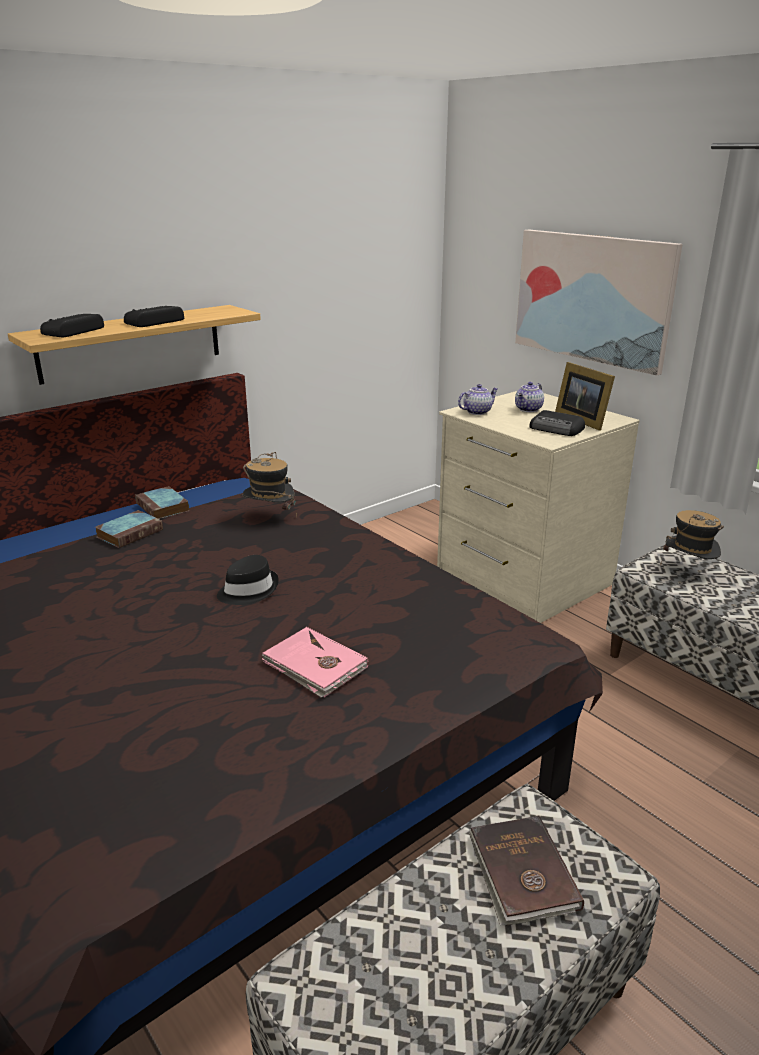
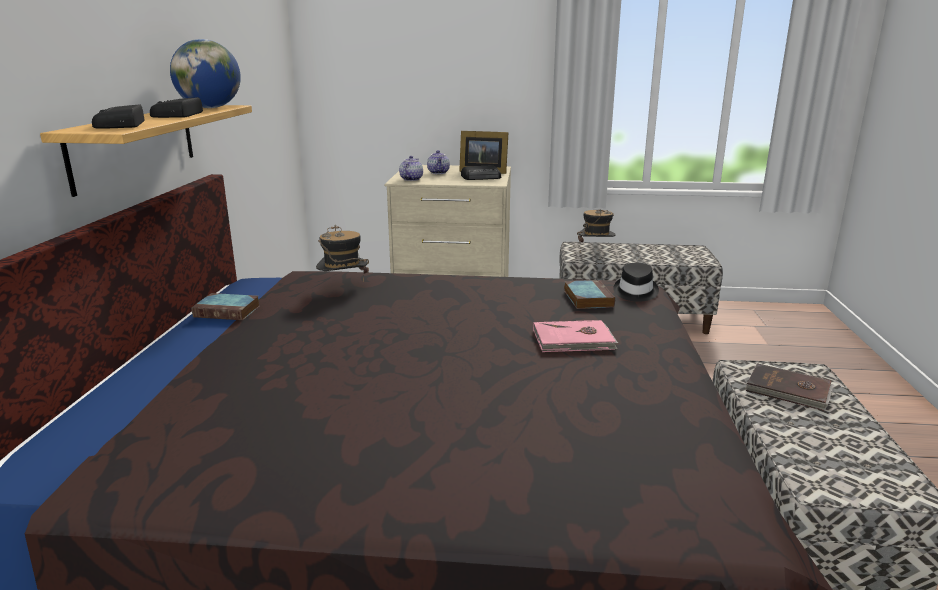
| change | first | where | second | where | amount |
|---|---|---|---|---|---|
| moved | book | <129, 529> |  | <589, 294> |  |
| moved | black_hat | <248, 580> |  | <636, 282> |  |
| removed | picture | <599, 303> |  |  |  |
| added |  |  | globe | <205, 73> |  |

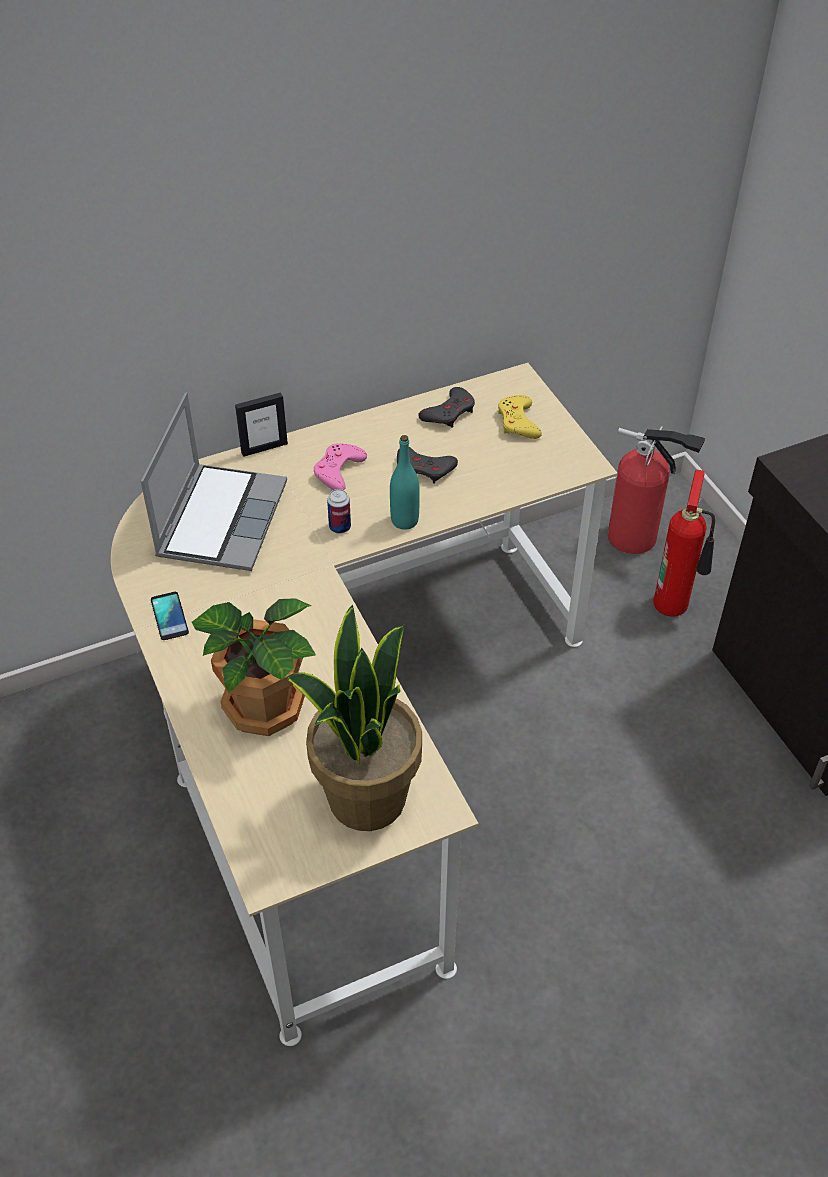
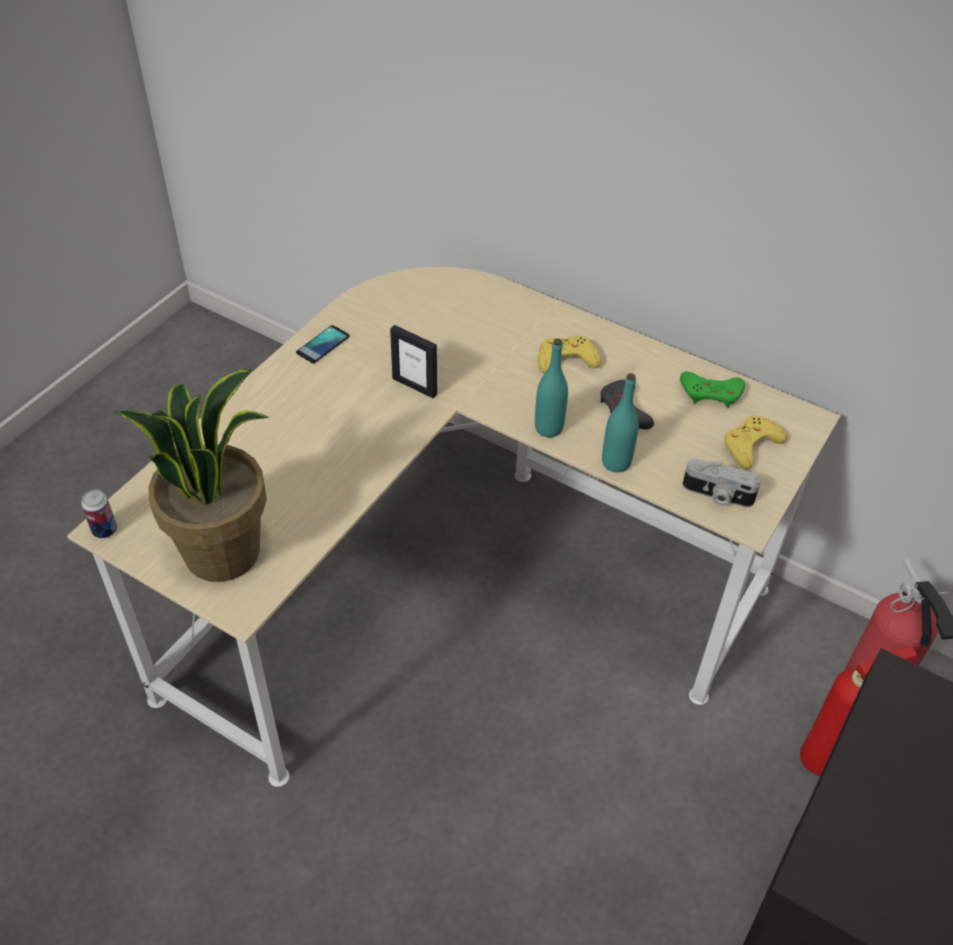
| change | first | where | second | where | amount |
|---|---|---|---|---|---|
| removed | laptop | <214, 481> |  |  |  |
| removed | potted_plant | <254, 667> |  |  |  |
| moved | picture_frame | <261, 424> |  | <413, 361> |  |
| recoloured | pink_game_controller | <340, 466> | yellow_game_controller | <569, 354> |  |
| moved | can | <339, 511> |  | <99, 514> |  |
| recoloured | grey_game_controller | <446, 407> | green_game_controller | <712, 390> |  |
| added |  |  | turquoise_bottle | <620, 423> |  |
| added |  |  | photo_camera | <722, 483> |  |

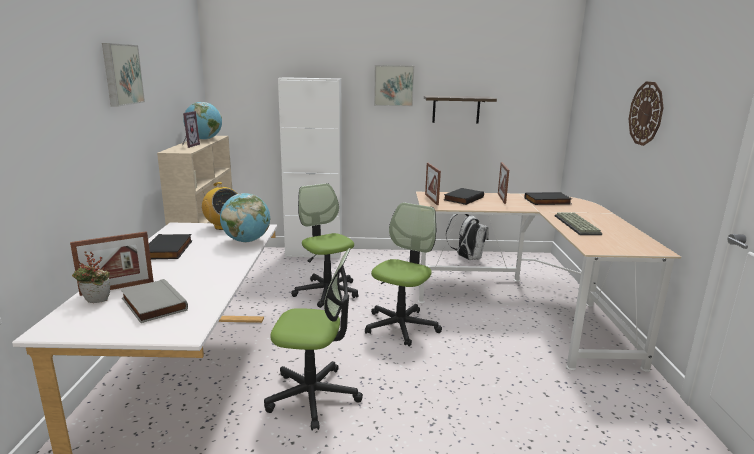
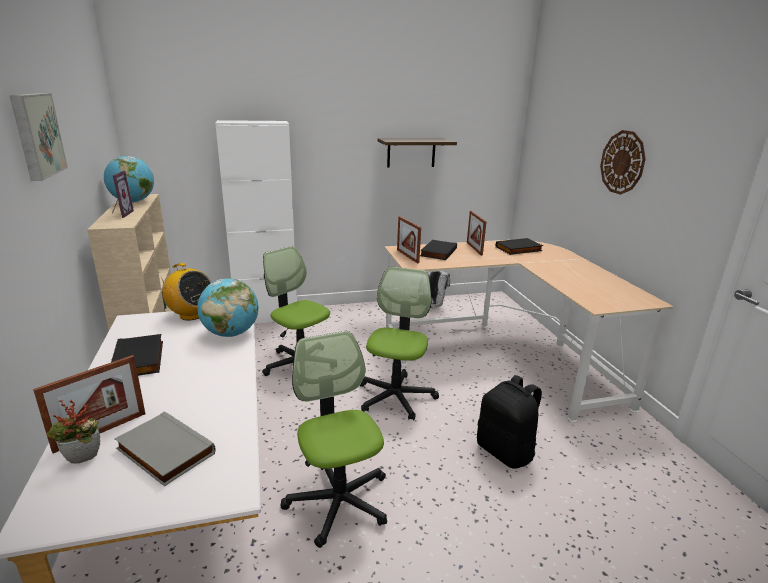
| change | first | where | second | where | amount |
|---|---|---|---|---|---|
| turned | office_chair | <313, 339> |  | <334, 439> | 105 degrees counterclockwise |
| removed | picture | <394, 85> |  |  |  |
| removed | keyboard | <578, 224> |  |  |  |
| added |  |  | black_backpack | <509, 422> |  |

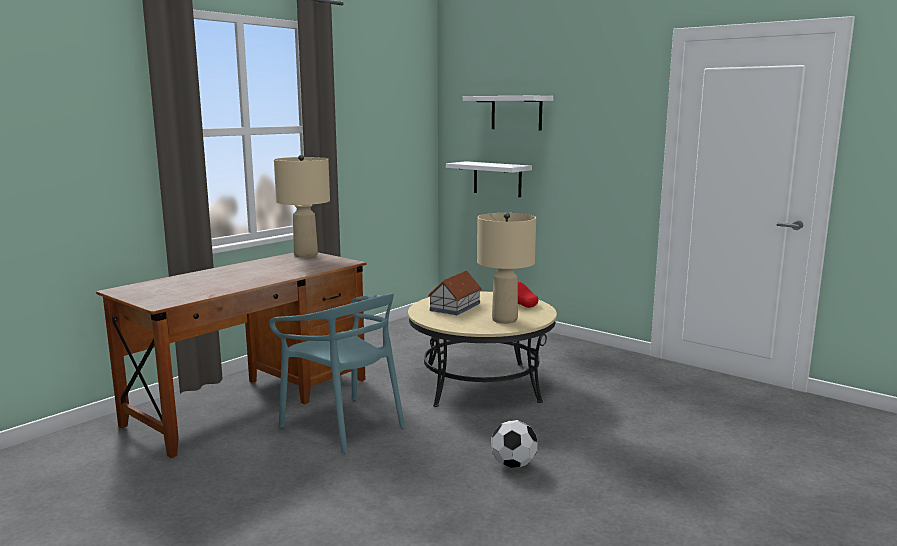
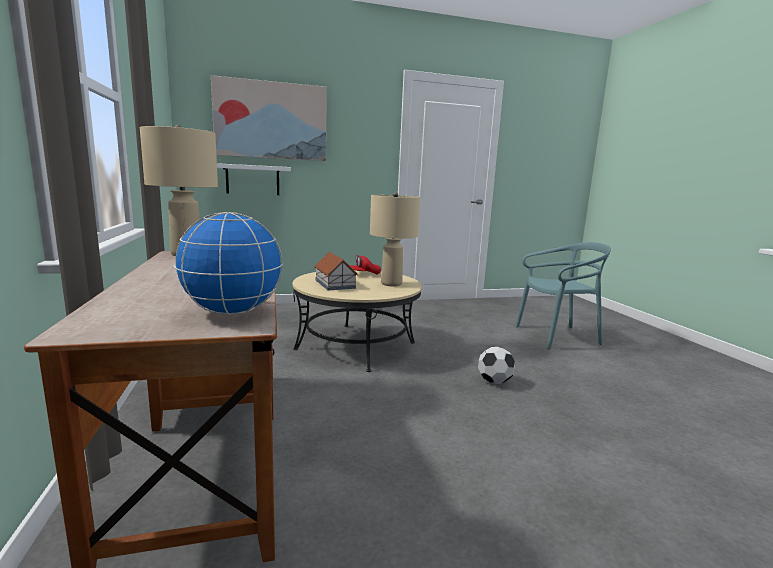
| change | first | where | second | where | amount |
|---|---|---|---|---|---|
| moved | turquoise_chair | <337, 373> |  | <563, 295> |  |
| replaced | white_shelf | <508, 113> | picture | <269, 118> |  |
| added |  |  | globe | <228, 263> |  |

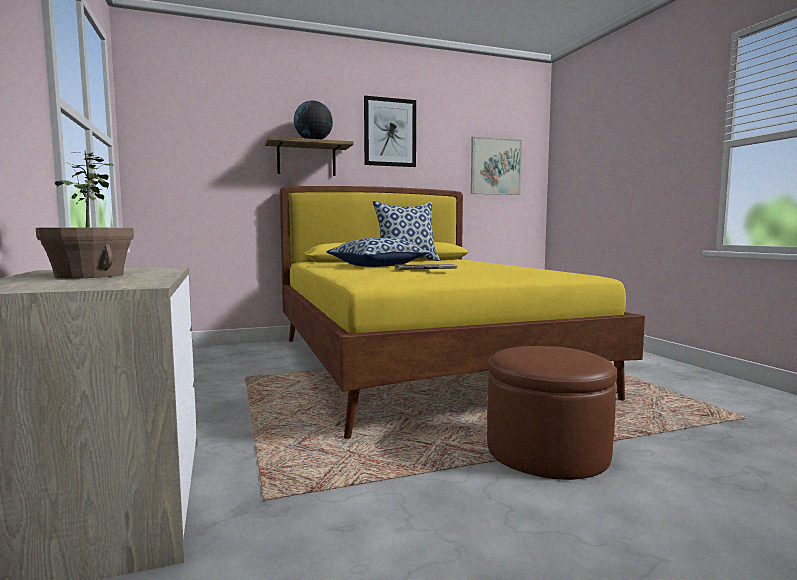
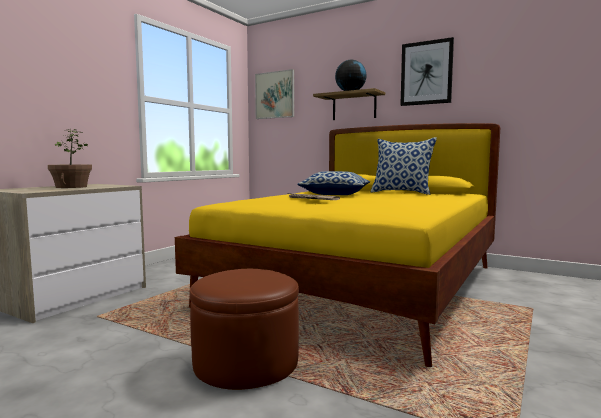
| change | first | where | second | where | amount |
|---|---|---|---|---|---|
| moved | picture | <496, 166> |  | <274, 94> |  |

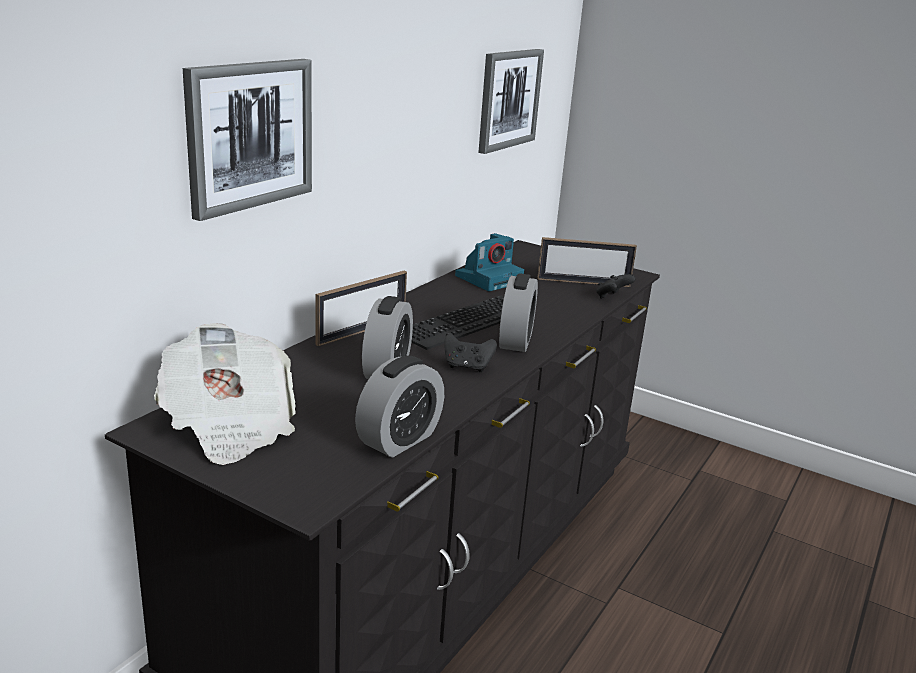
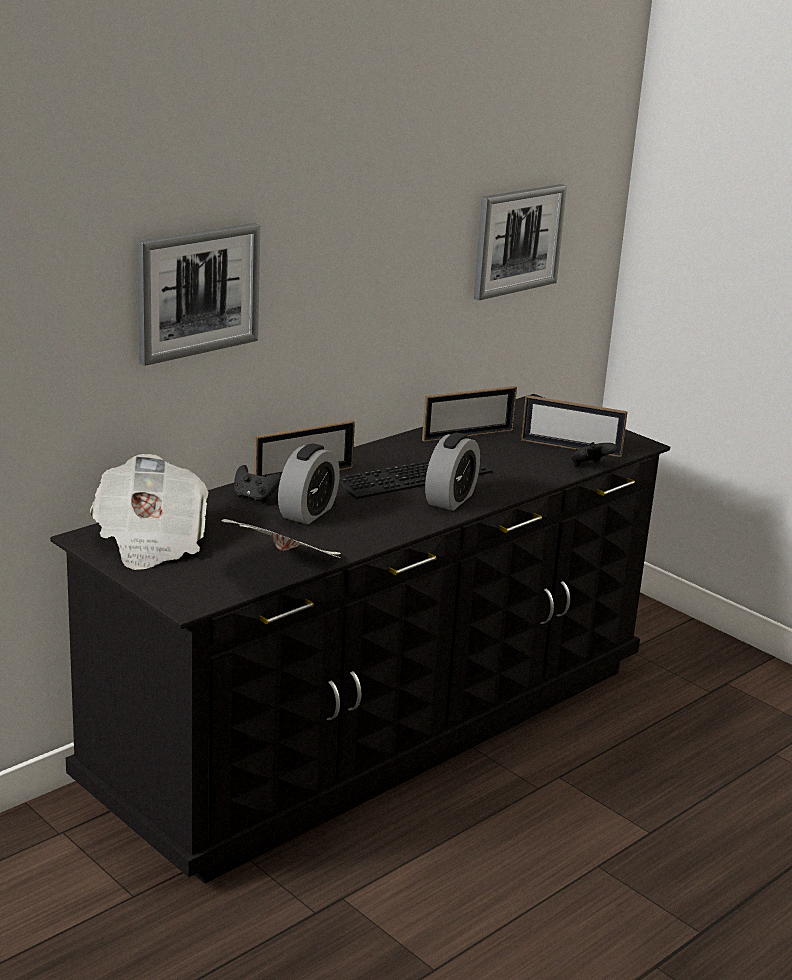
| change | first | where | second | where | amount |
|---|---|---|---|---|---|
| replaced | alarm_clock | <399, 407> | newspaper | <281, 538> |  |
| moved | black_game_controller | <470, 352> |  | <257, 484> |  |
| replaced | photo_camera | <489, 262> | picture_frame | <469, 414> |  |

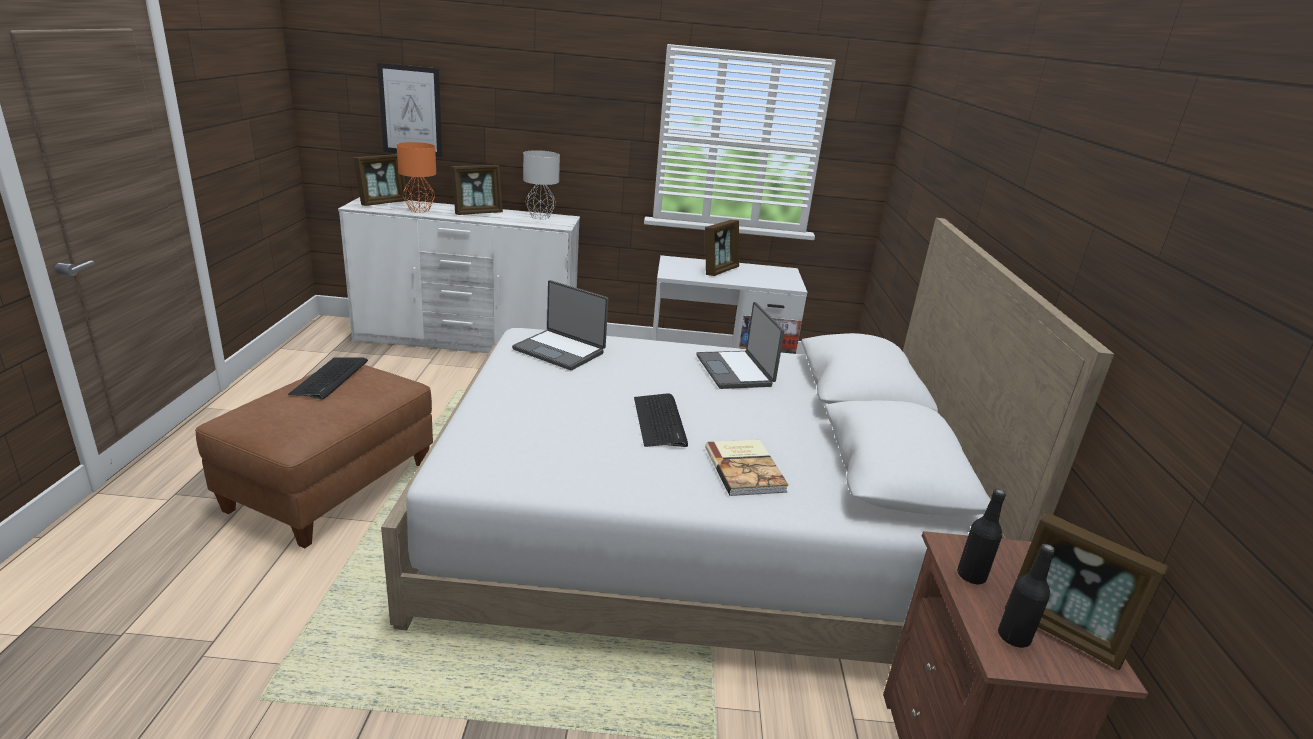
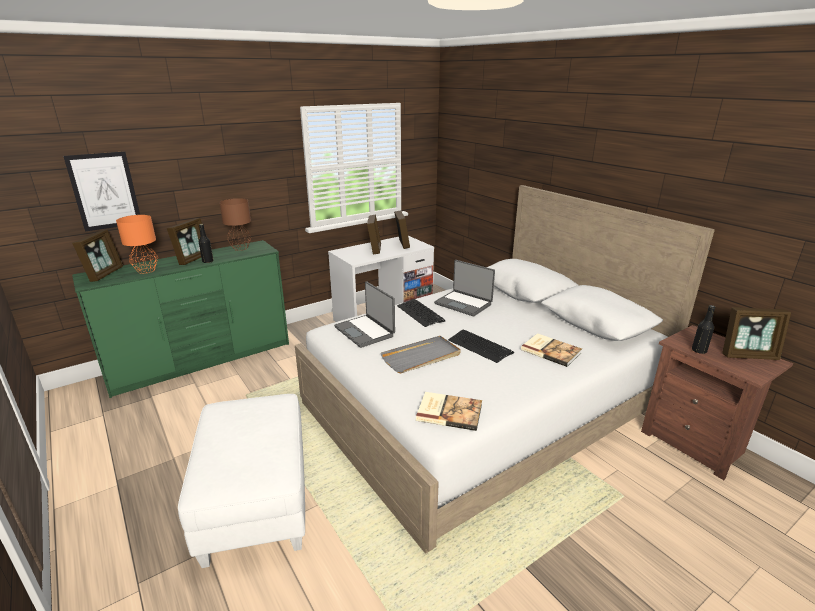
| change | first | where | second | where | amount |
|---|---|---|---|---|---|
| recoloured | brown_ottoman | <314, 456> | white_ottoman | <241, 481> |  |
| moved | keyboard | <328, 378> |  | <421, 313> |  |
| recoloured | white_dresser | <459, 275> | green_dresser | <180, 319> |  |
| turned | laptop | <560, 325> |  | <364, 314> | 60 degrees clockwise |
| recoloured | grey_table_lamp | <541, 184> | brown_table_lamp | <235, 224> |  |
| moved | black_bottle | <1027, 596> |  | <206, 243> |  |
| added |  |  | grey_tray | <421, 354> |  |
| added |  |  | picture_frame | <402, 229> |  |
| added |  |  | book | <449, 411> |  |

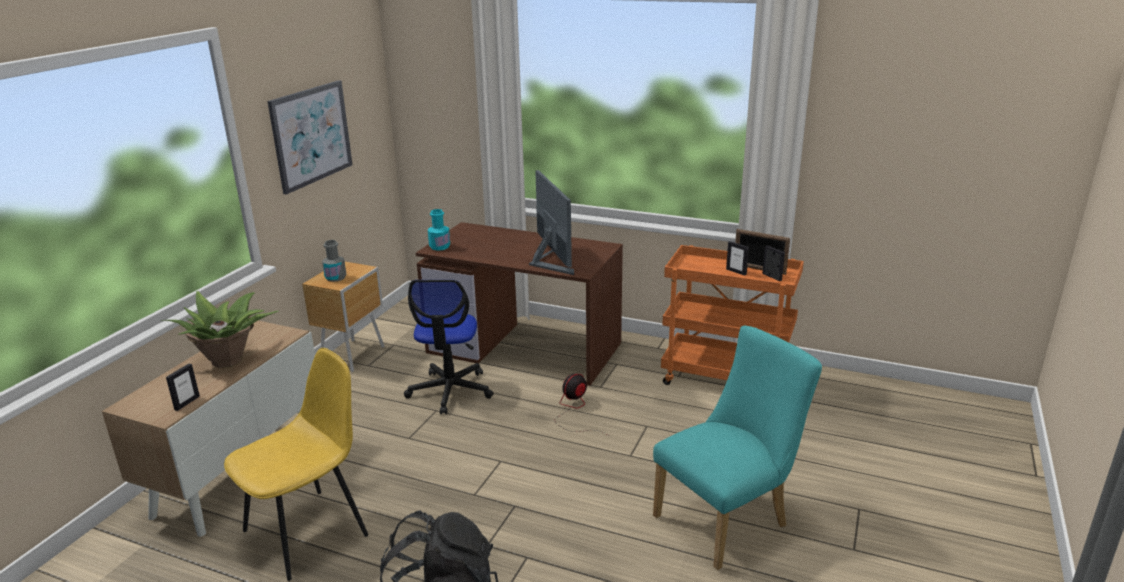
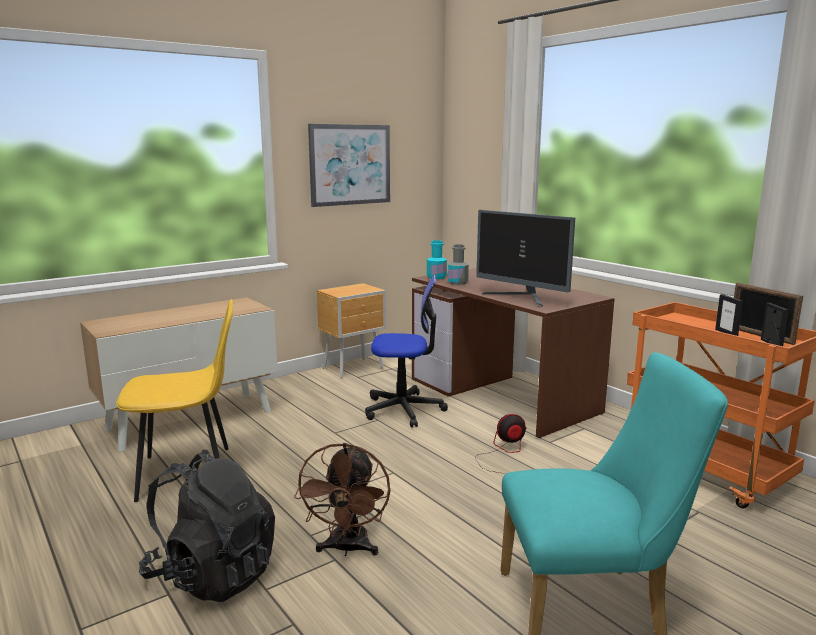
| change | first | where | second | where | amount |
|---|---|---|---|---|---|
| removed | potted_plant | <219, 329> |  |  |  |
| removed | picture_frame | <183, 387> |  |  |  |
| moved | grey_bottle | <334, 261> |  | <458, 264> |  |
| turned | office_chair | <449, 347> |  | <406, 351> | 120 degrees counterclockwise |
| turned | monitor | <551, 222> |  | <525, 258> | 120 degrees clockwise |
| added |  |  | brown_fan | <342, 499> |  |

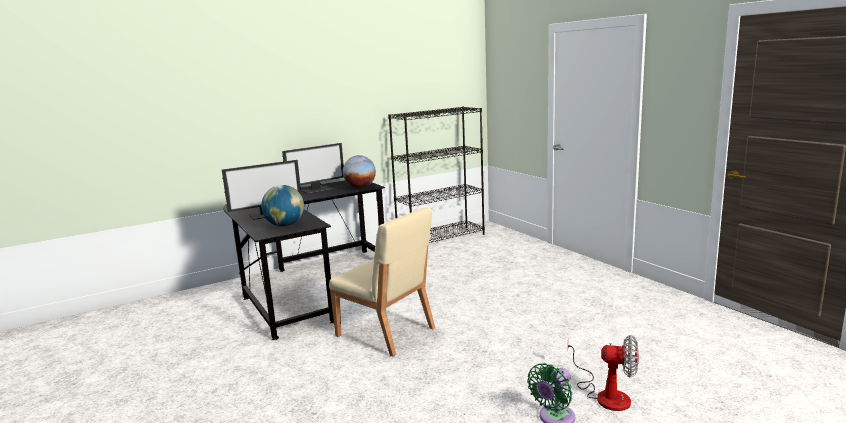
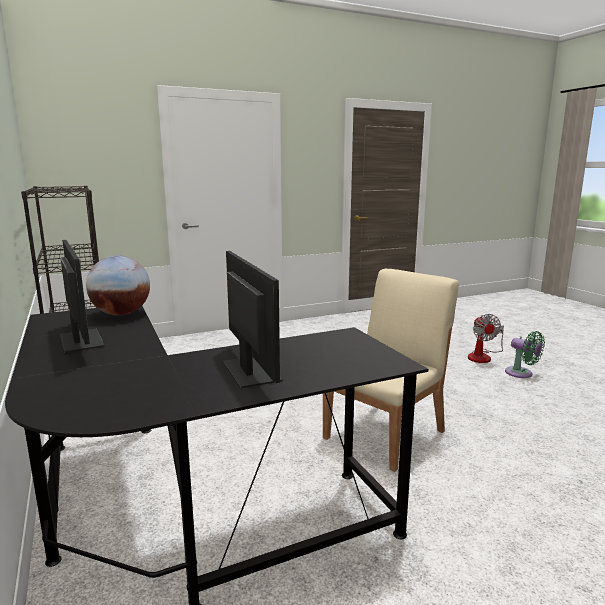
| change | first | where | second | where | amount |
|---|---|---|---|---|---|
| removed | globe | <282, 206> |  |  |  |
| turned | fan | <603, 373> |  | <486, 338> | 150 degrees clockwise |

